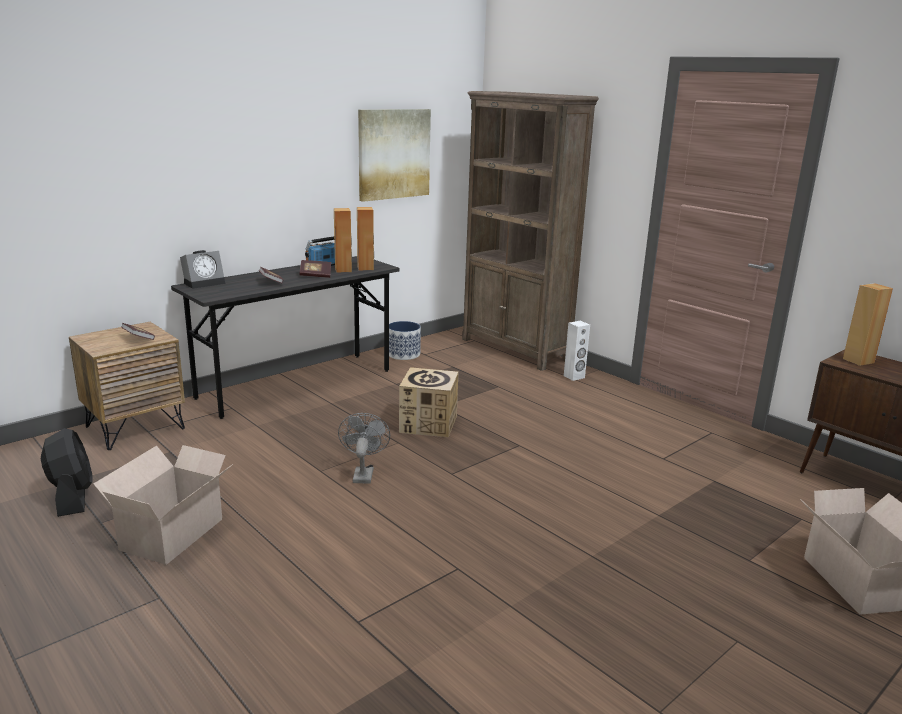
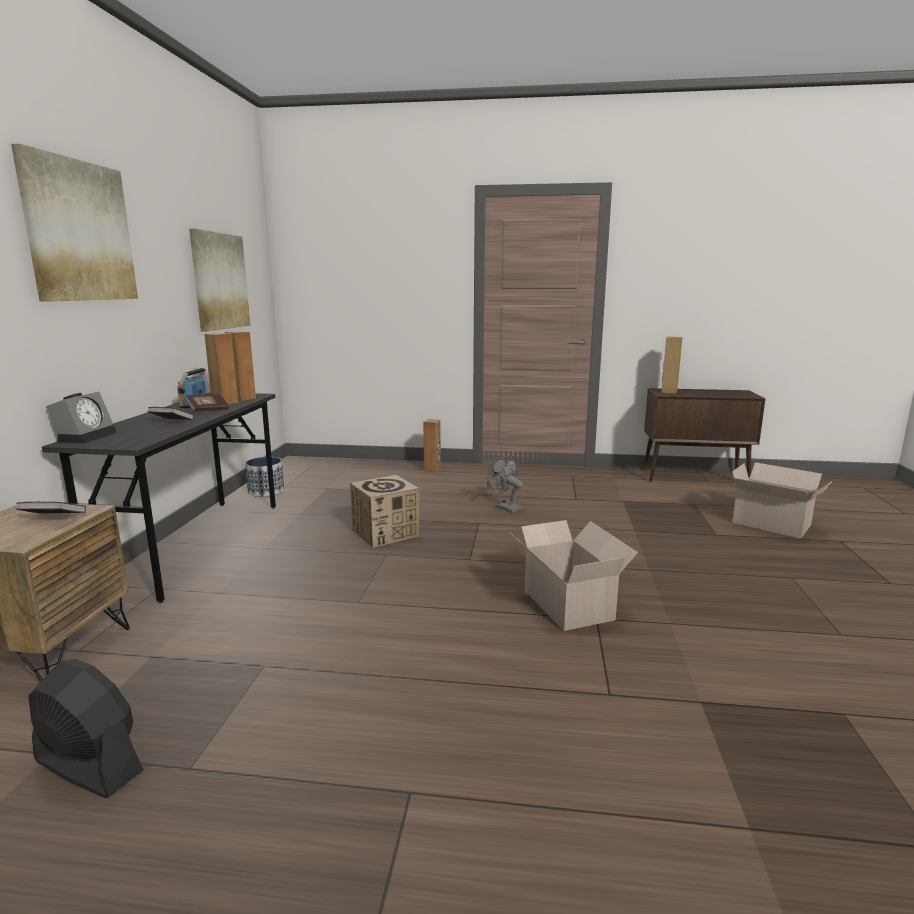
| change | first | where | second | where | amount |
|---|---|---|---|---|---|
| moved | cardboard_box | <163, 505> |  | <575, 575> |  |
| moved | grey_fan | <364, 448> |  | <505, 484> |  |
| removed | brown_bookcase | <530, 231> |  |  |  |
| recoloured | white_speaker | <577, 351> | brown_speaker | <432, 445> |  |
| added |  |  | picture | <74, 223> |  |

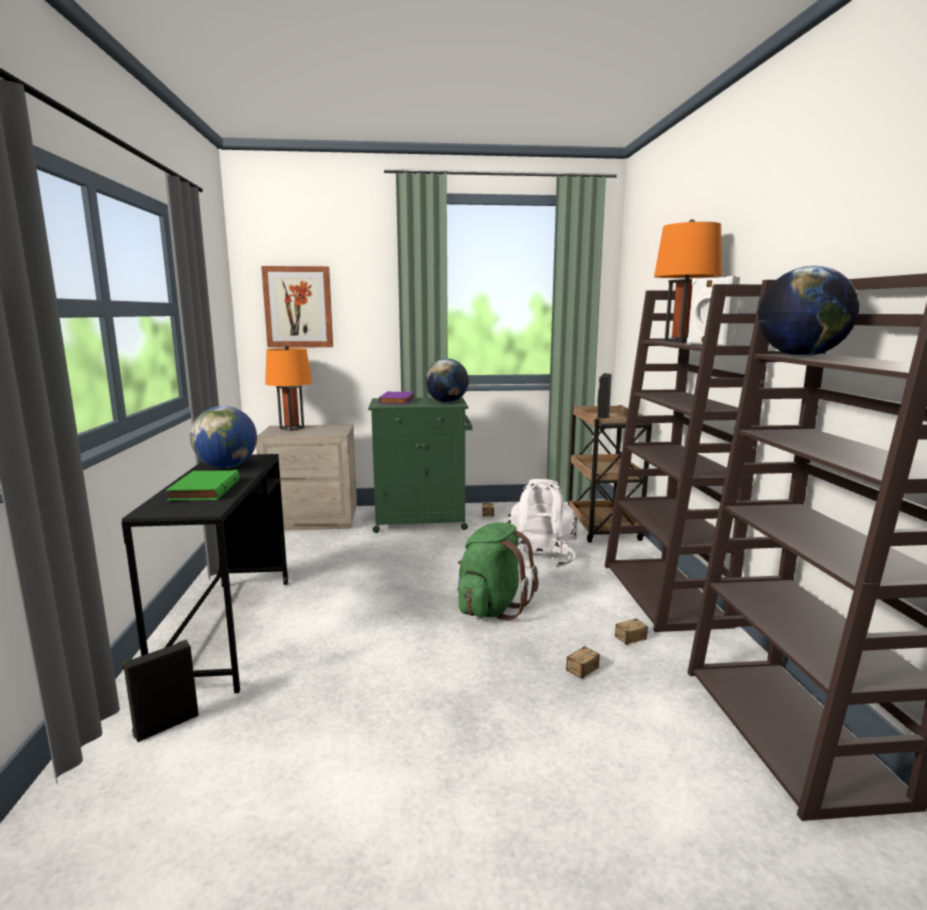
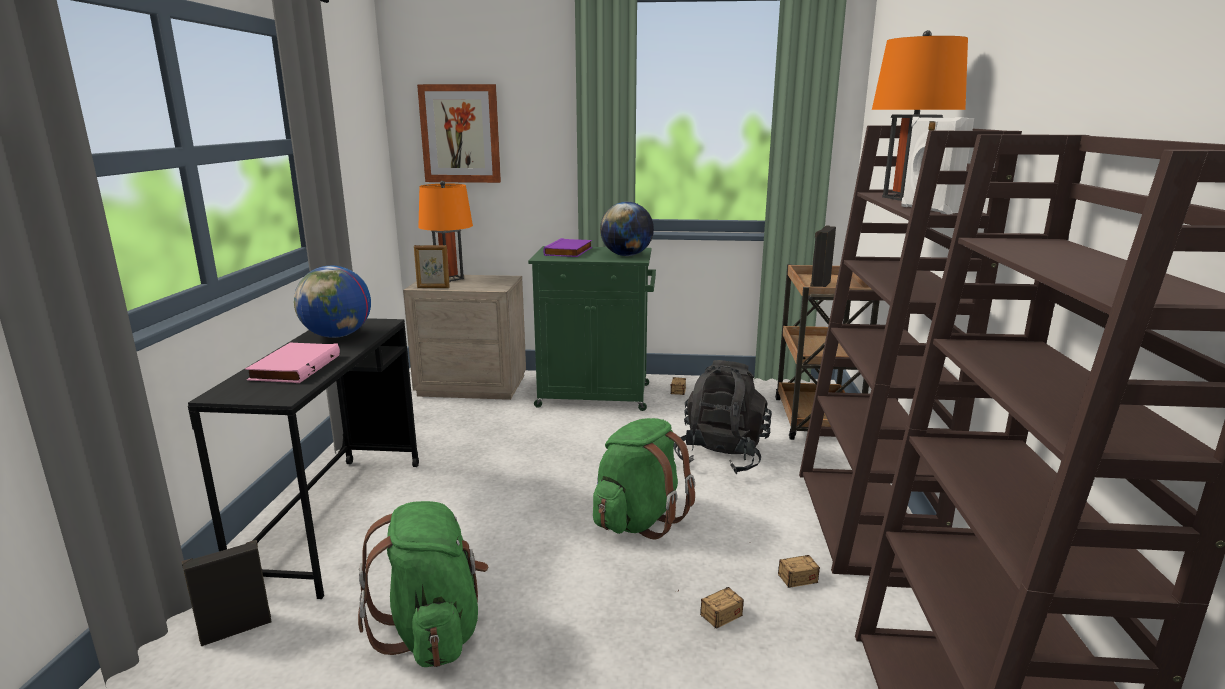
| change | first | where | second | where | amount |
|---|---|---|---|---|---|
| recoloured | green_book | <203, 485> | pink_book | <292, 363> |  |
| recoloured | white_backpack | <542, 523> | black_backpack | <723, 417> |  |
| removed | globe | <808, 311> |  |  |  |
| added |  |  | green_backpack | <423, 584> |  |
| added |  |  | picture_frame | <432, 266> |  |

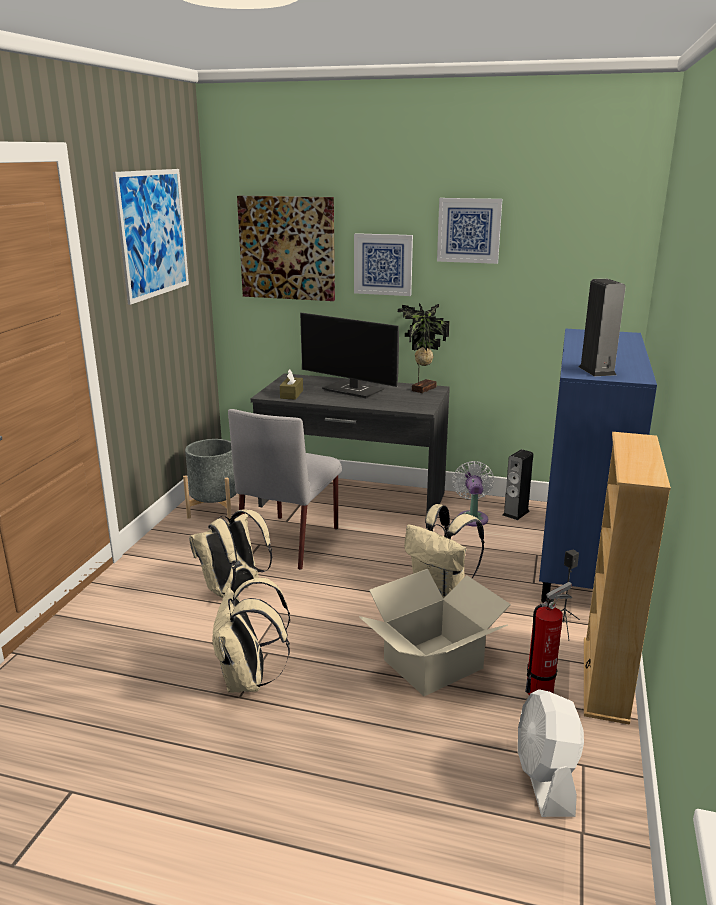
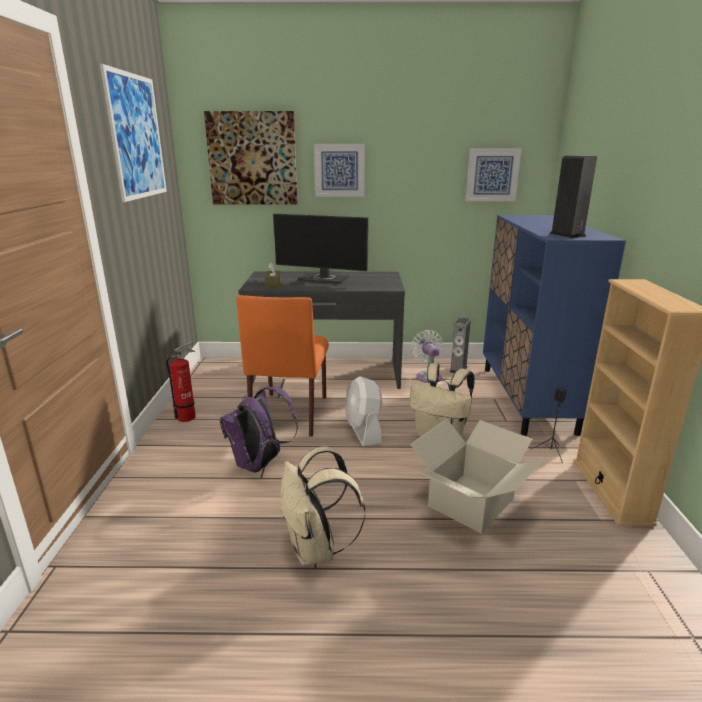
| change | first | where | second | where | amount |
|---|---|---|---|---|---|
| removed | grey_planter | <211, 479> |  |  |  |
| recoloured | beige_backpack | <230, 554> | purple_backpack | <258, 429> |  |
| recoloured | grey_chair | <285, 489> | orange_chair | <282, 366> |  |
| removed | potted_plant | <424, 348> |  |  |  |
| moved | picture | <469, 231> |  | <494, 174> |  |
| moved | white_fan | <551, 753> |  | <363, 411> |  |
| moved | fire_extinguisher | <548, 638> |  | <181, 381> |  |

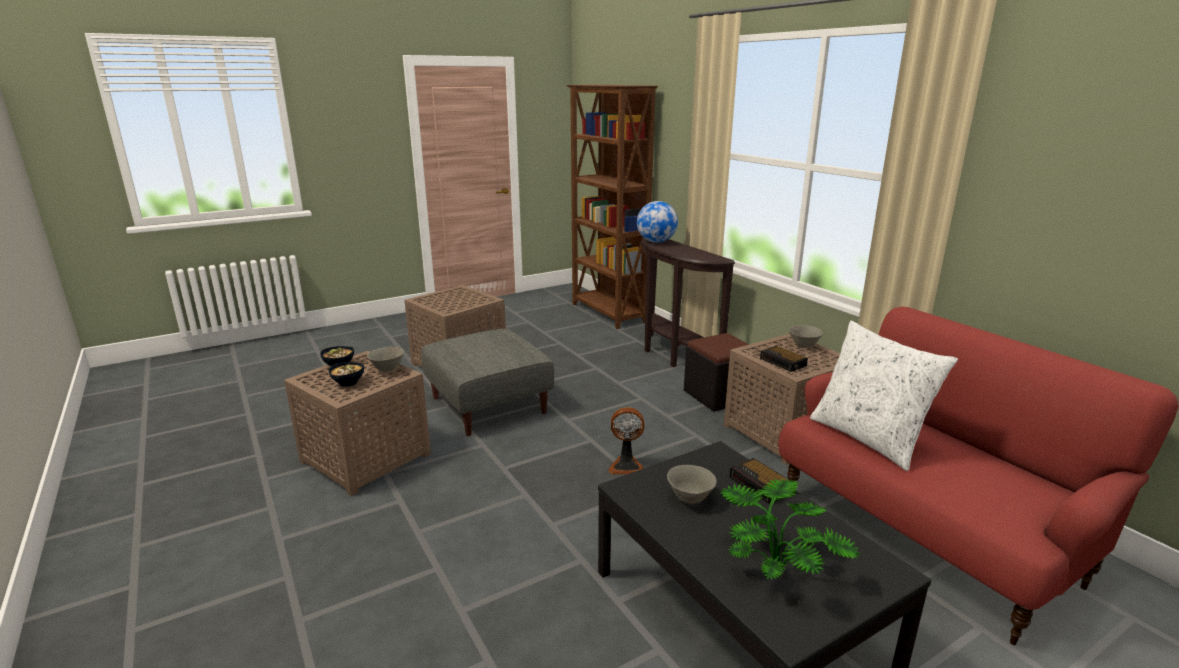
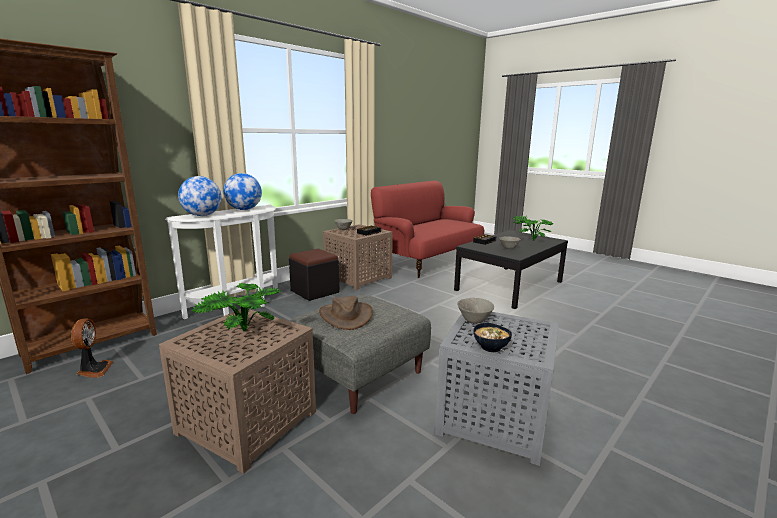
| change | first | where | second | where | amount |
|---|---|---|---|---|---|
| recoloured | brown_side_table | <357, 423> | grey_side_table | <497, 389> |  |
| removed | bowl | <346, 374> |  |  |  |
| moved | fan | <626, 440> |  | <92, 348> |  |
| recoloured | brown_console_table | <687, 302> | white_console_table | <221, 262> |  |
| removed | white_pillow | <884, 396> |  |  |  |
| added |  |  | potted_plant | <236, 307> |  |
| added |  |  | globe | <242, 191> |  |
| added |  |  | brown_hat | <346, 313> |  |

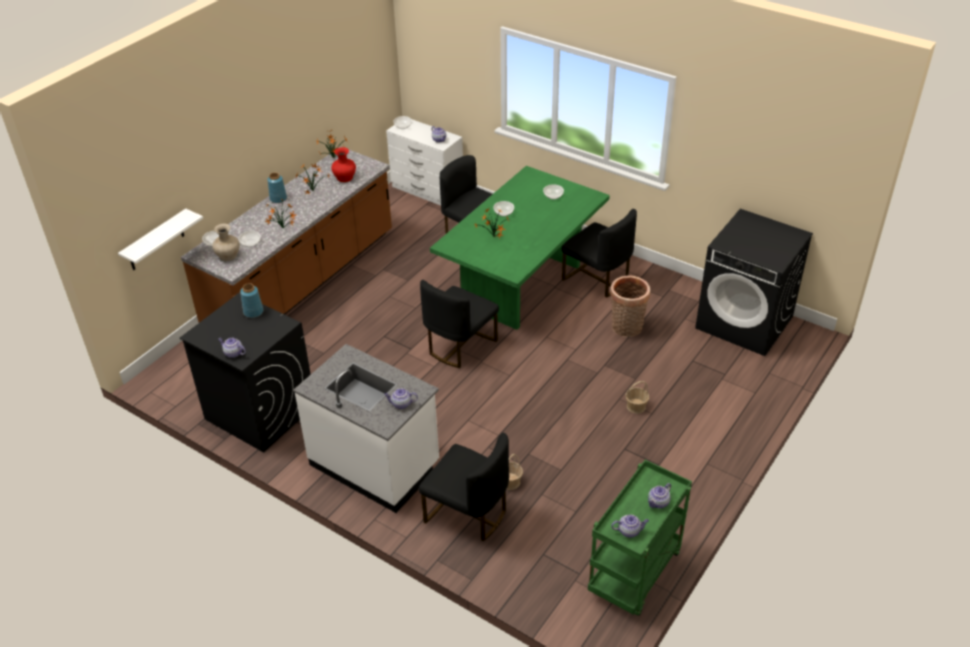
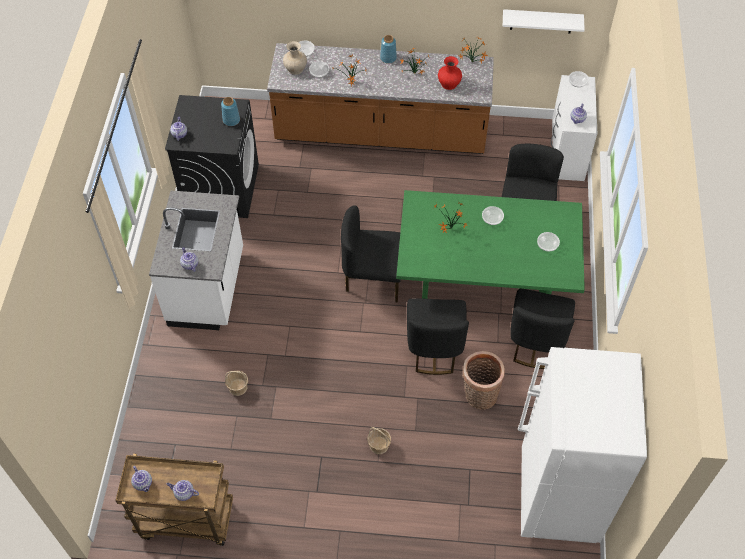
| change | first | where | second | where | amount |
|---|---|---|---|---|---|
| moved | white_shelf | <160, 239> |  | <544, 21> |  |
| moved | black_chair | <464, 487> |  | <438, 336> |  |
| recoloured | green_cart | <640, 538> | brown_cart | <174, 500> |  |
| replaced | black_washing_machine | <754, 282> | white_fridge | <582, 445> |  |

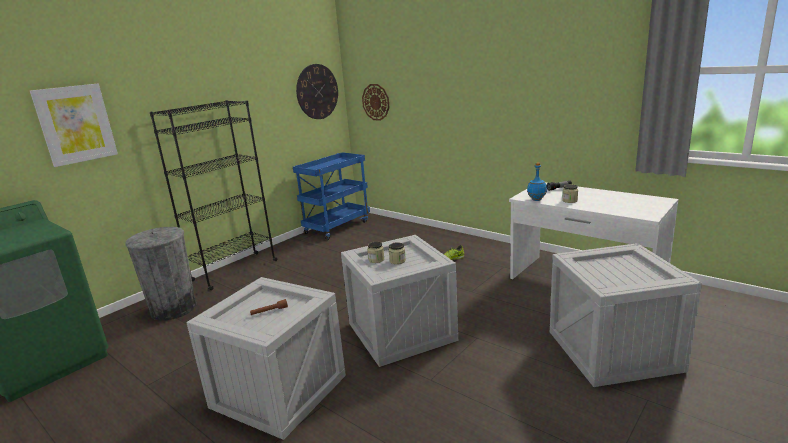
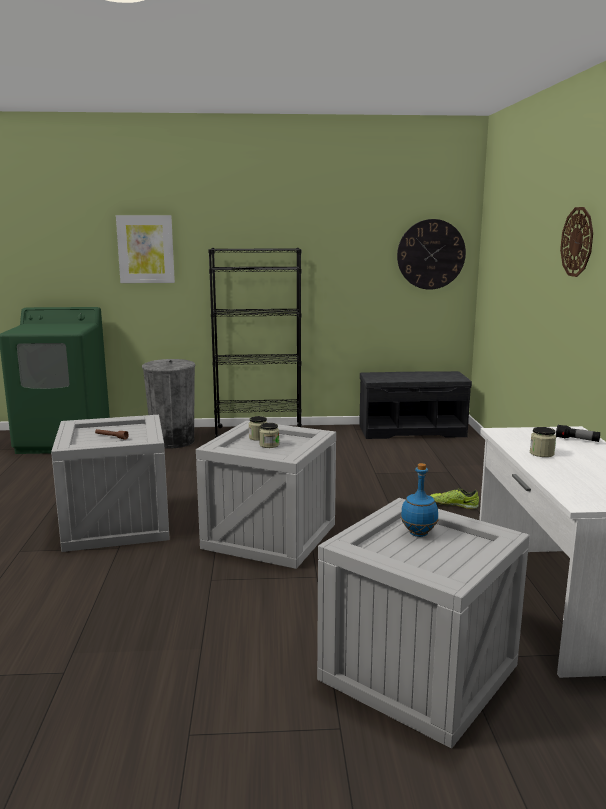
| change | first | where | second | where | amount |
|---|---|---|---|---|---|
| replaced | blue_cart | <331, 196> | grey_bench | <415, 405> |  |
| moved | wall_clock | <376, 102> |  | <576, 242> |  |
| moved | blue_bottle | <537, 182> |  | <419, 500> |  |

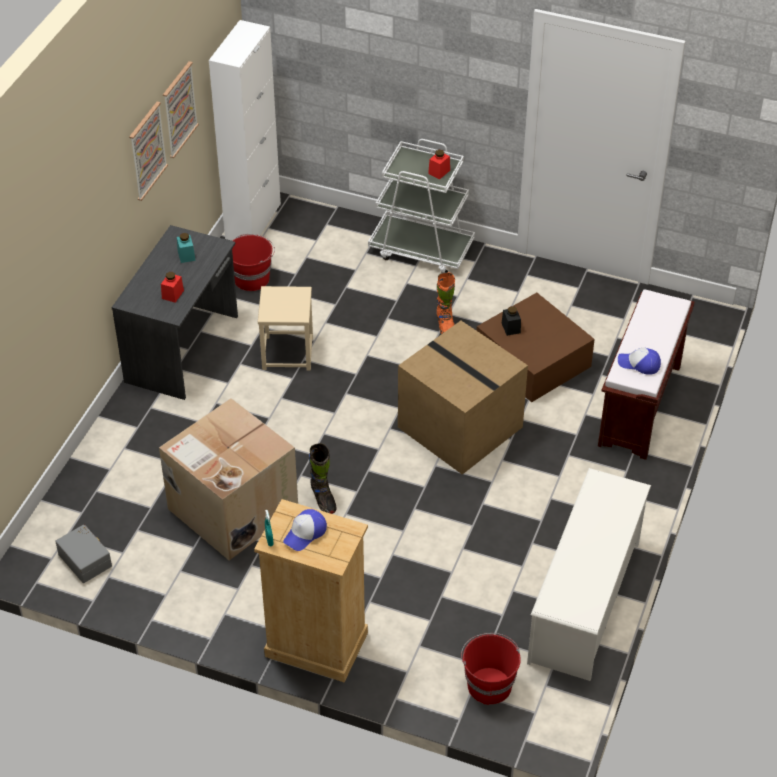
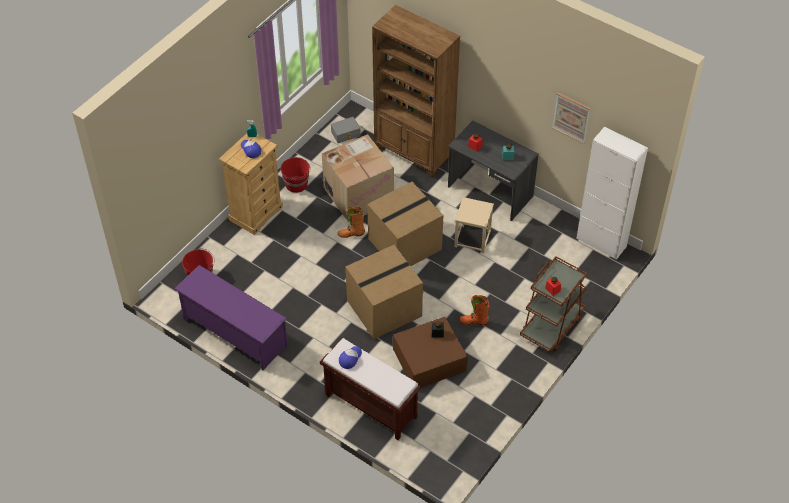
| change | first | where | second | where | amount |
|---|---|---|---|---|---|
| removed | picture | <148, 151> |  |  |  |
| moved | red_bucket | <253, 262> |  | <296, 175> |  |
| recoloured | black_boot | <323, 478> | orange_boot | <351, 222> |  |
| recoloured | white_cart | <421, 206> | brown_cart | <553, 304> |  |
| recoloured | white_shoe_rack | <589, 574> | purple_shoe_rack | <231, 317> |  |
| added |  |  | cardboard_box | <405, 223> |  |
| added |  |  | brown_bookcase | <416, 91> |  |

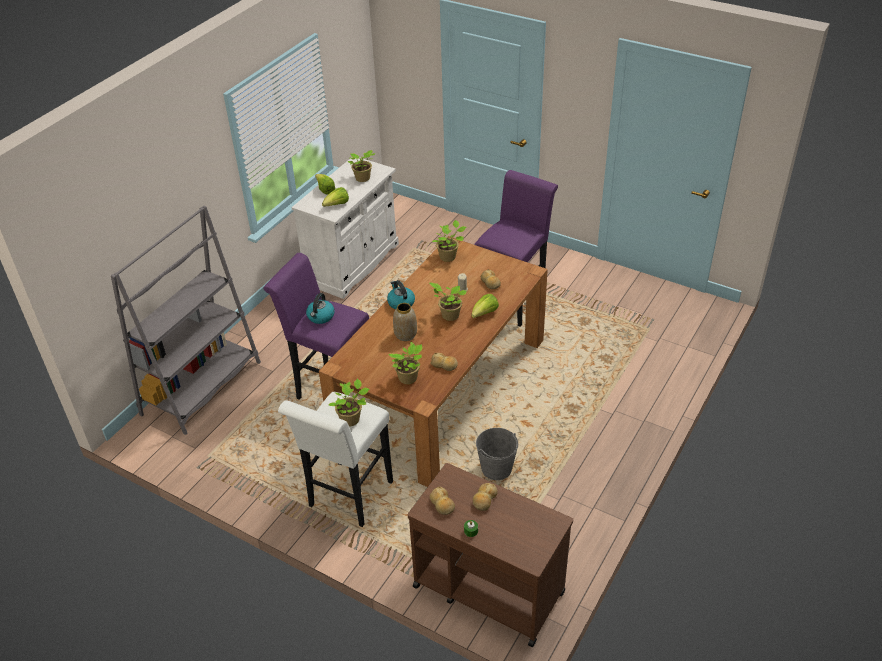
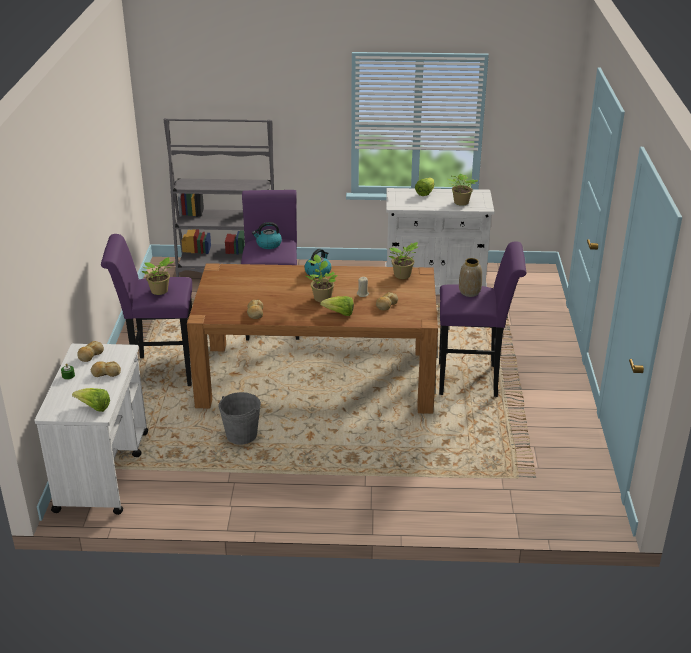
| change | first | where | second | where | amount |
|---|---|---|---|---|---|
| recoloured | white_stool | <335, 459> | purple_stool | <146, 310> |  |
| moved | lettuce | <335, 197> |  | <91, 400> |  |
| removed | potted_plant | <405, 363> |  |  |  |
| moved | vase | <405, 322> |  | <470, 277> |  |
| recoloured | brown_cart | <490, 555> | white_cart | <91, 429> |  |

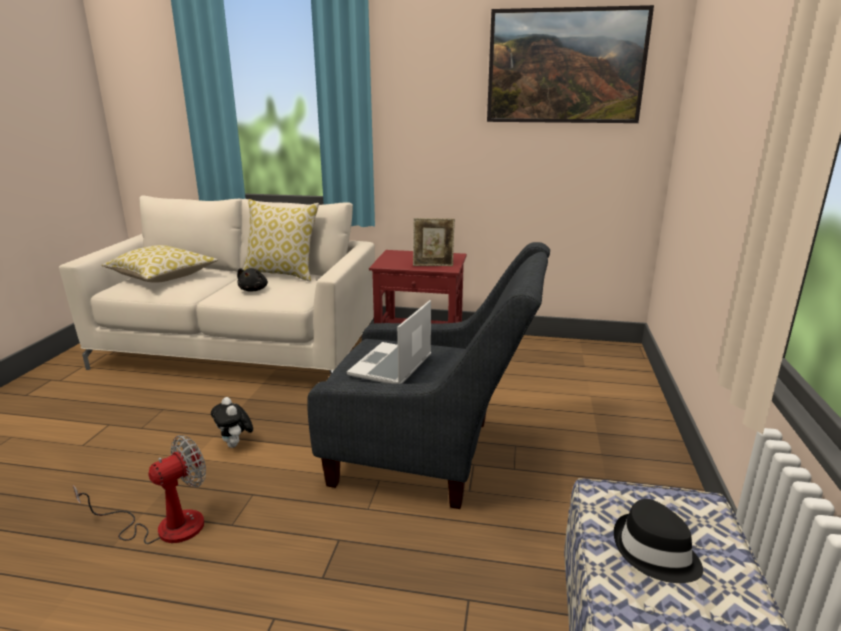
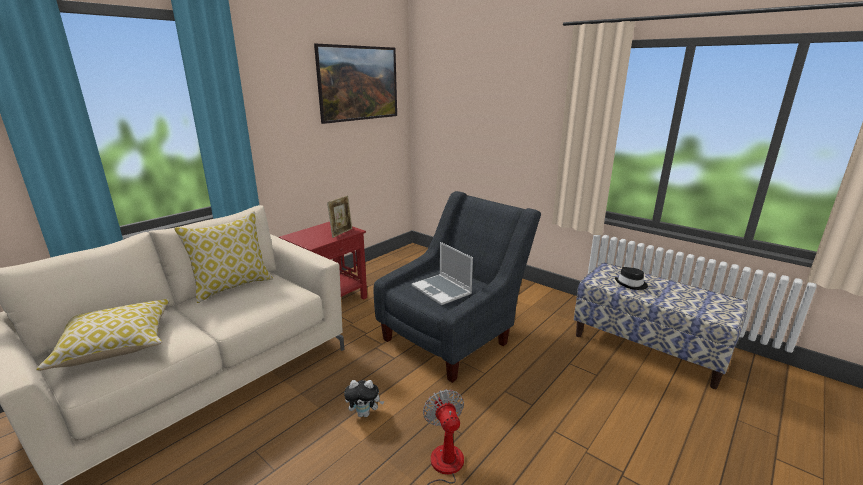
| change | first | where | second | where | amount |
|---|---|---|---|---|---|
| removed | black_plush_toy | <252, 280> |  |  |  |

